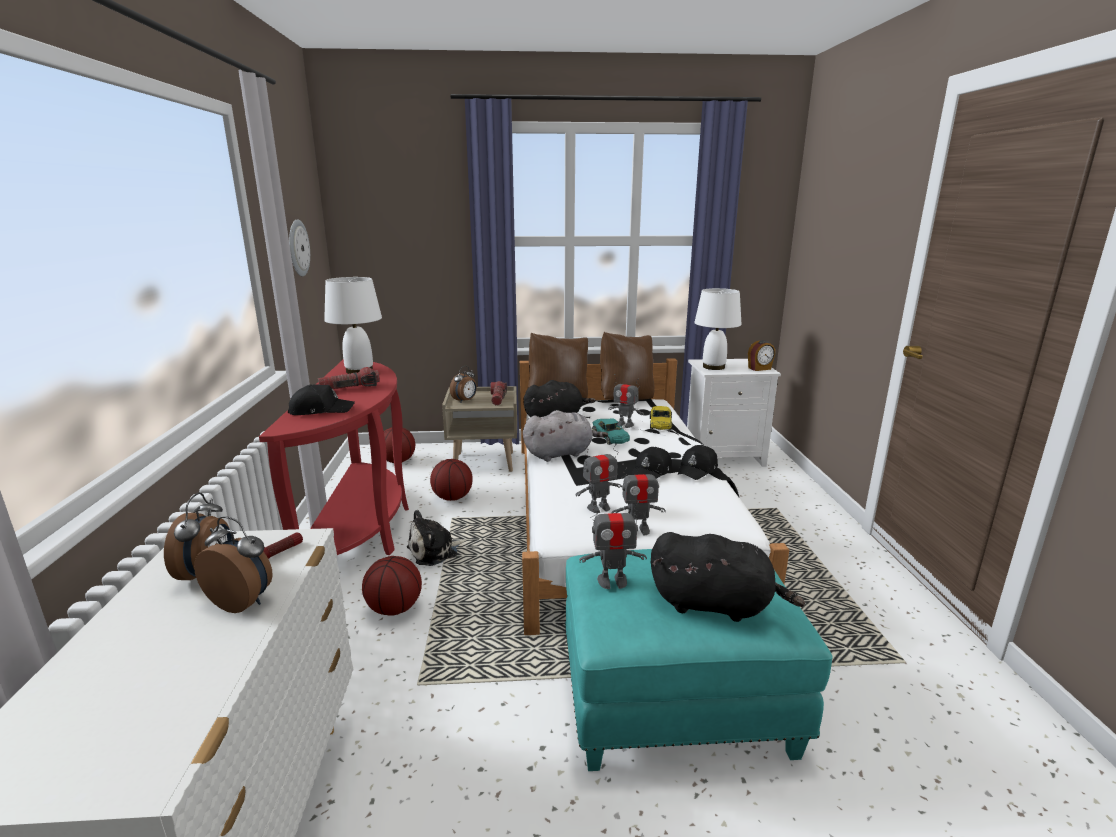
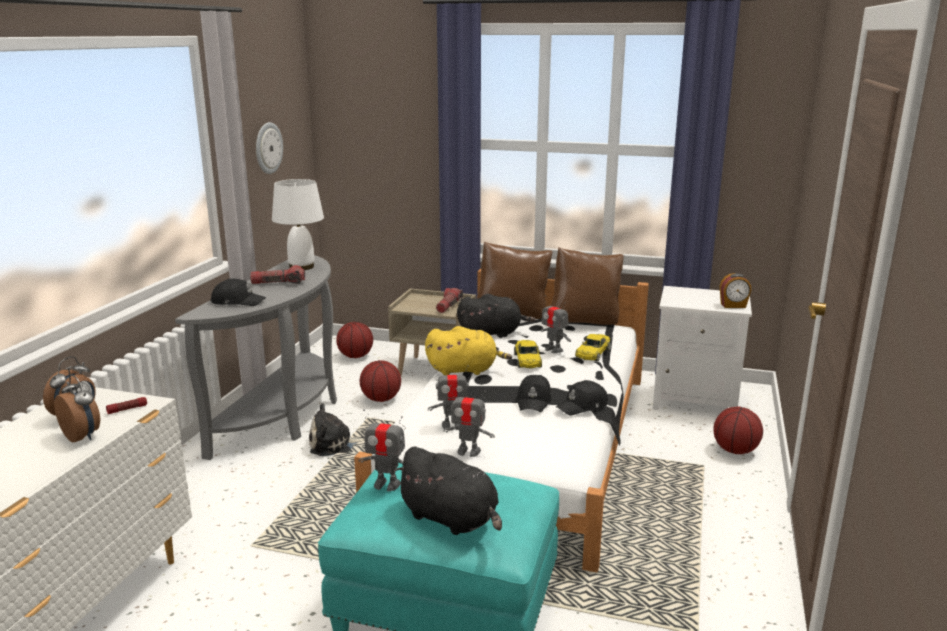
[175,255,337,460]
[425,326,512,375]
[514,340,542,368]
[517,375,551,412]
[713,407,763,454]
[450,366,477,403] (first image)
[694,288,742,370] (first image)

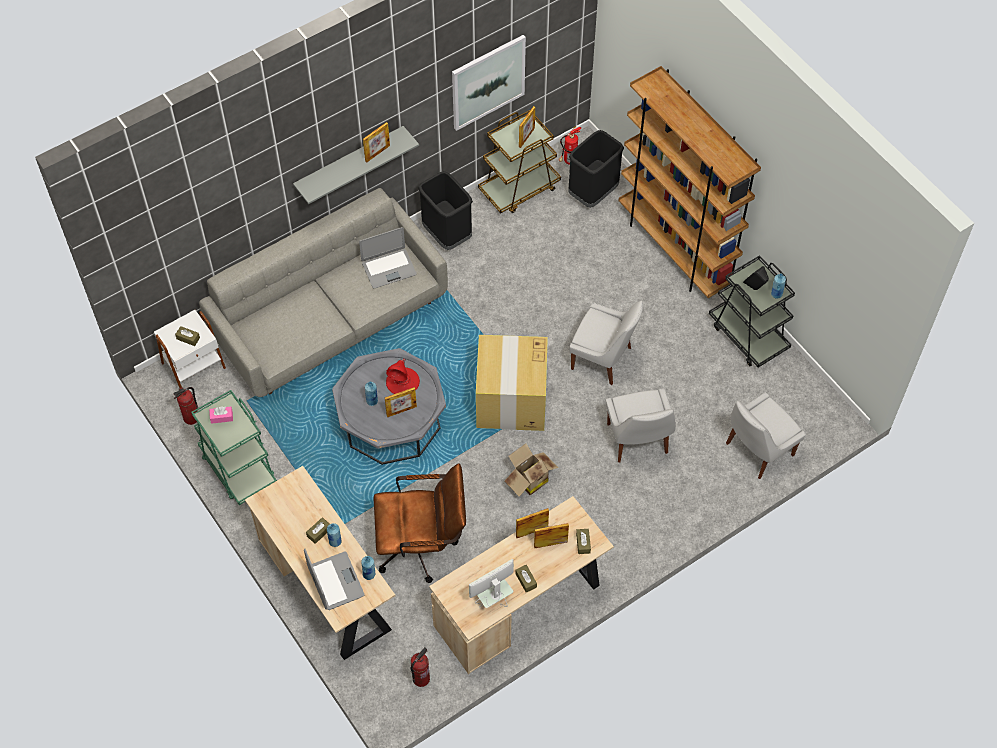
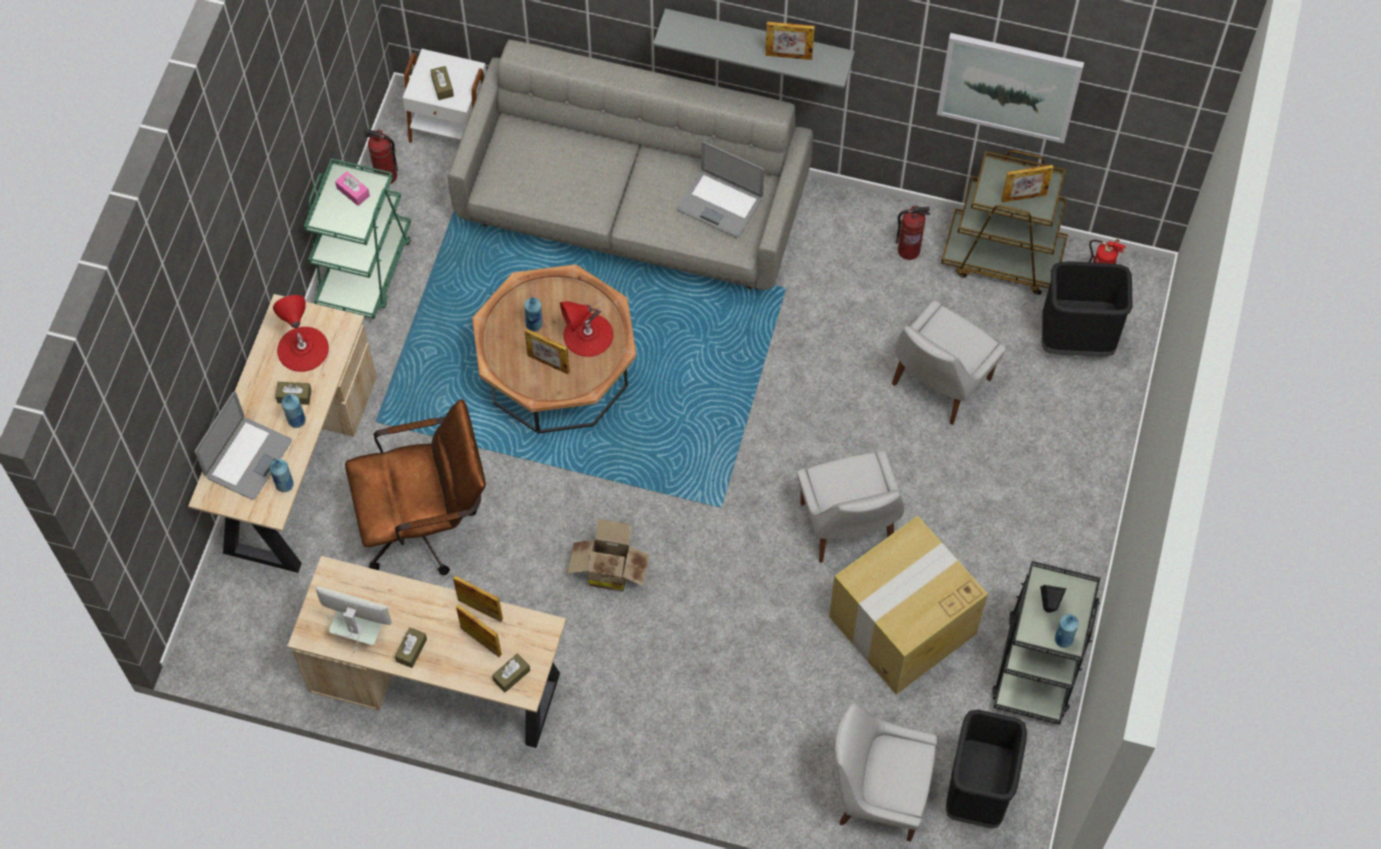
[273,295,329,372]
[345,399,486,575]
[472,264,636,434]
[829,516,988,694]
[892,300,1006,425]
[896,206,930,260]
[946,710,1027,828]
[619,66,761,298] (first image)

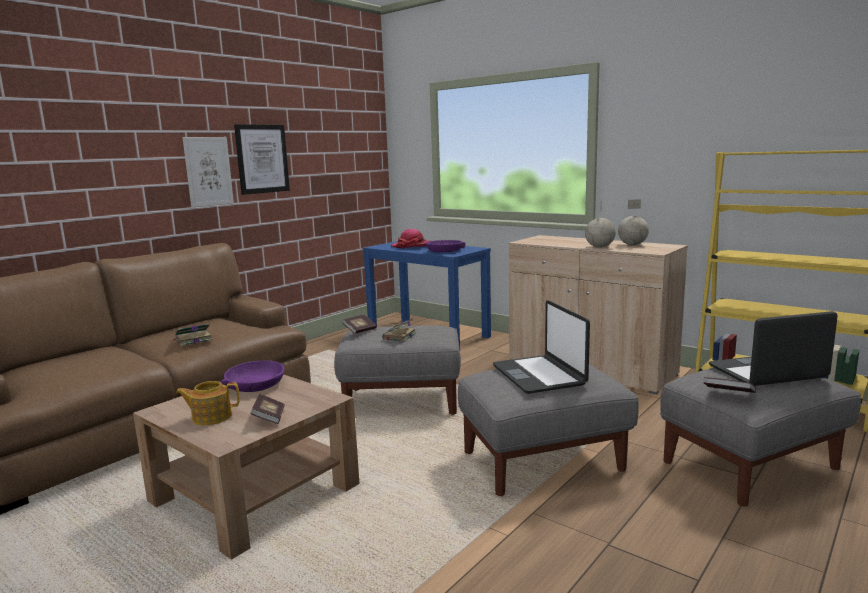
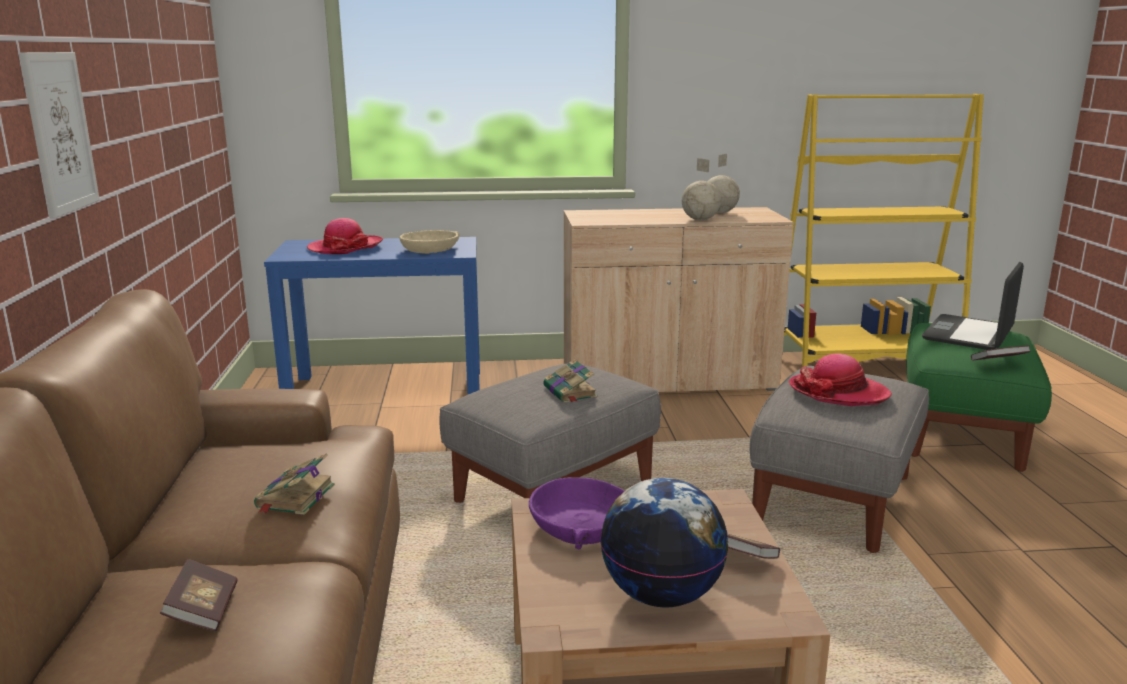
[160,559,238,631]
[400,230,459,254]
[600,478,729,608]
[789,354,892,406]
[906,323,1052,472]
[234,124,290,195] (first image)

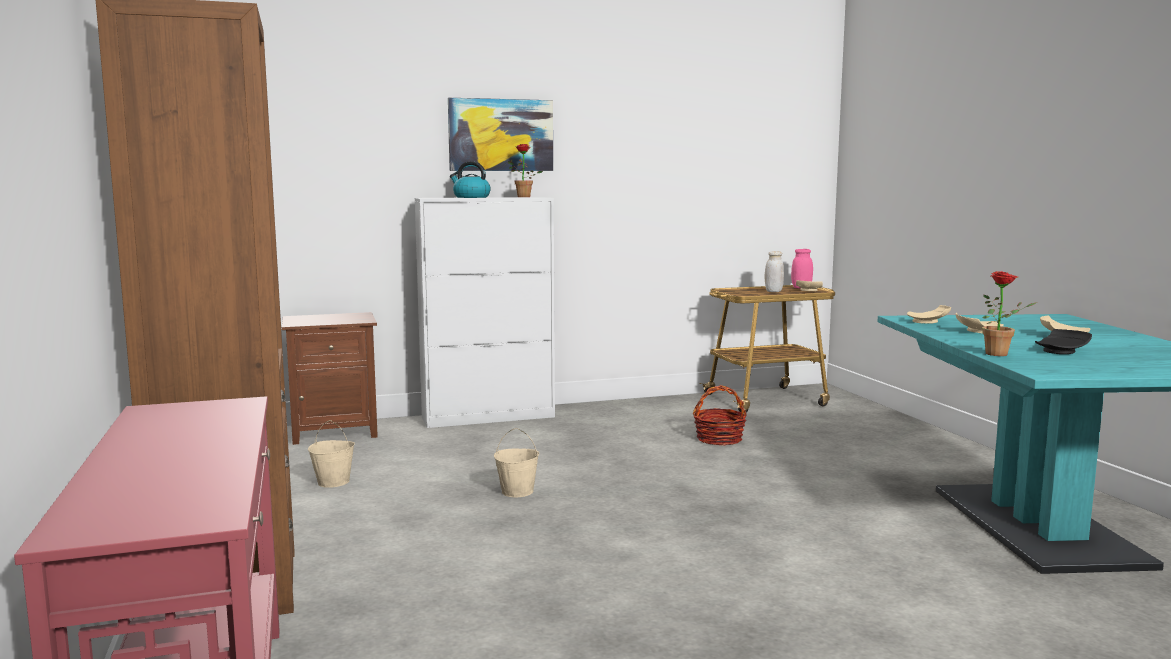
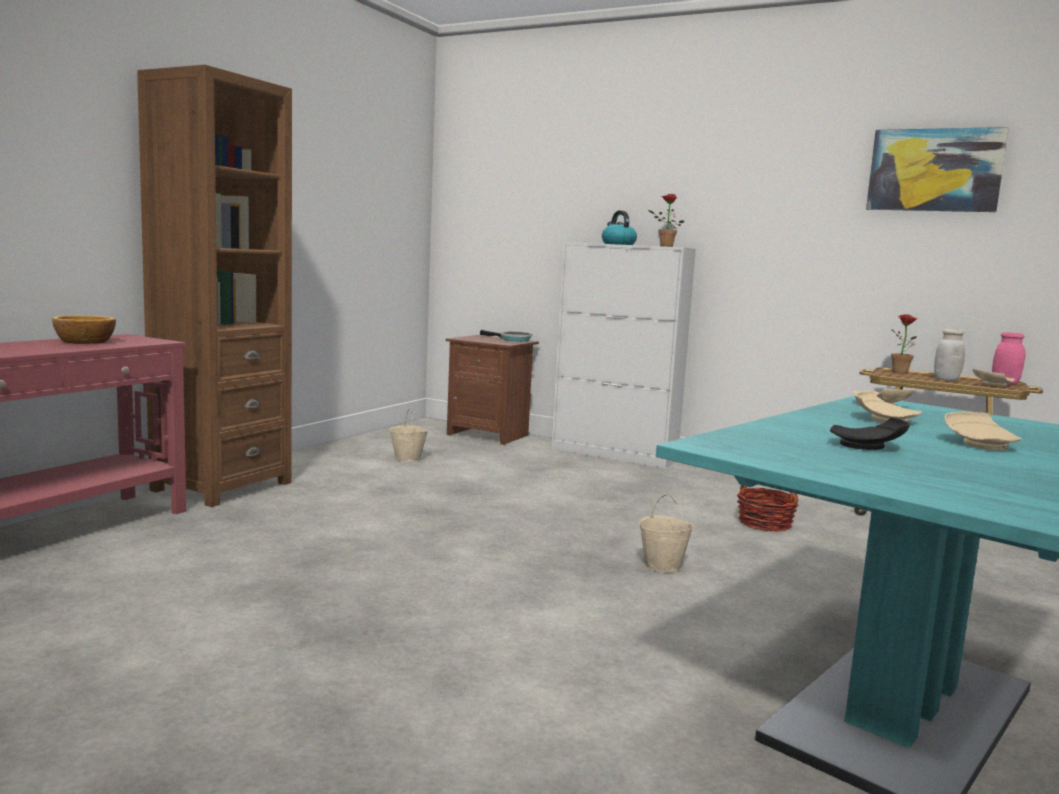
[52,315,116,344]
[480,330,532,342]
[639,494,694,572]
[866,127,1009,212]
[891,314,918,374]

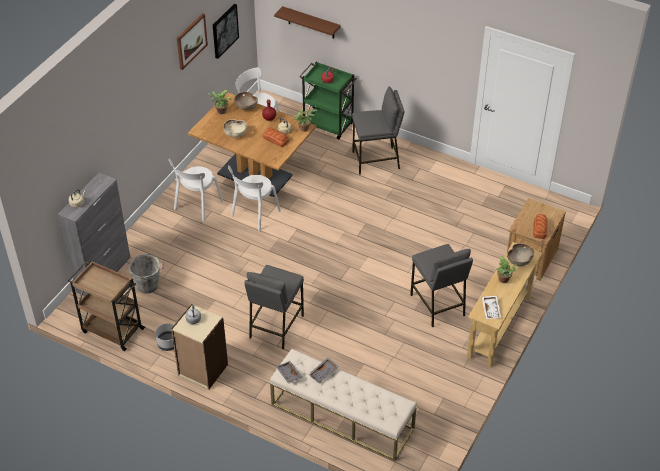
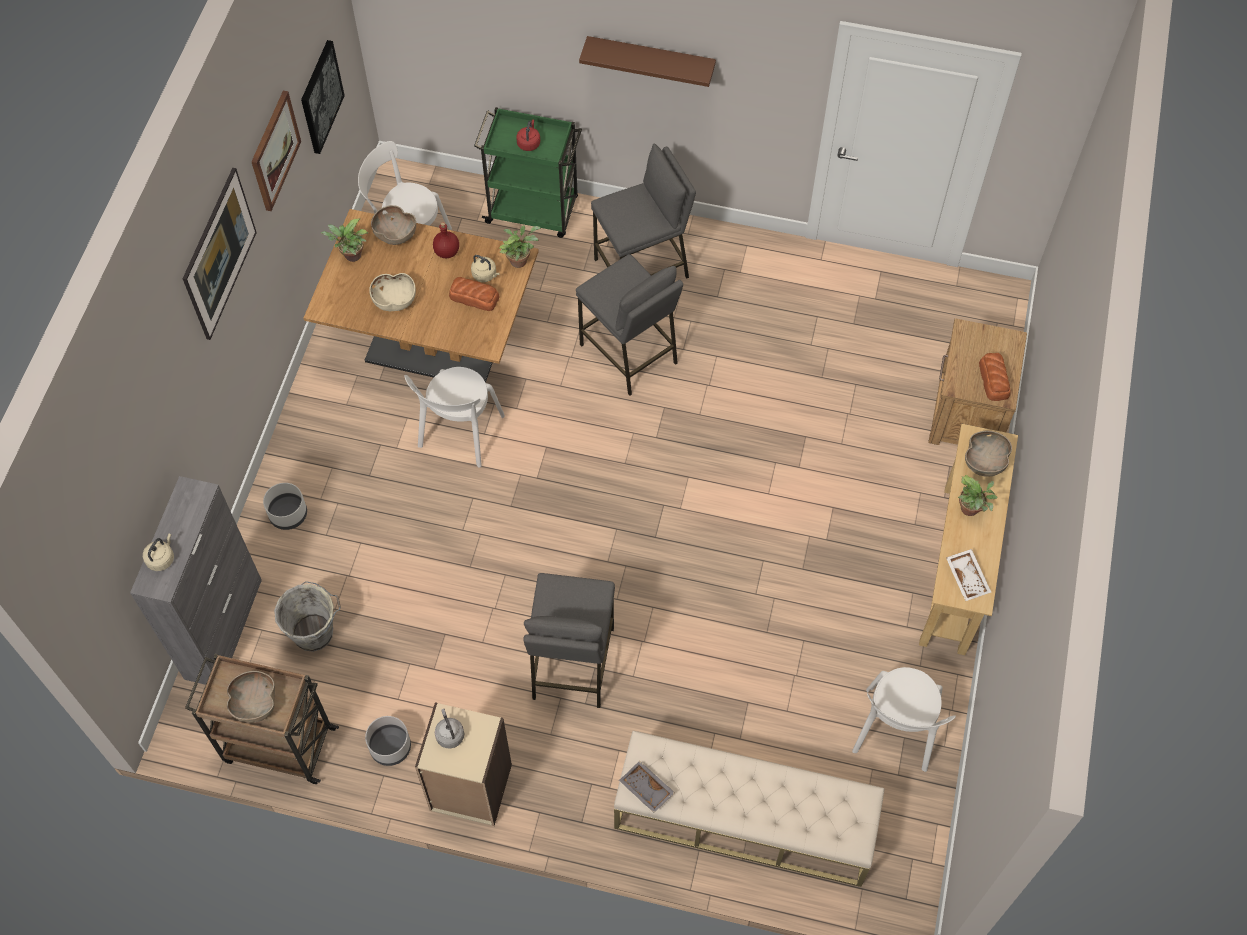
[183,168,257,340]
[227,671,275,723]
[263,483,307,530]
[576,254,683,396]
[579,36,716,87]
[852,667,956,772]
[308,357,338,384] (first image)

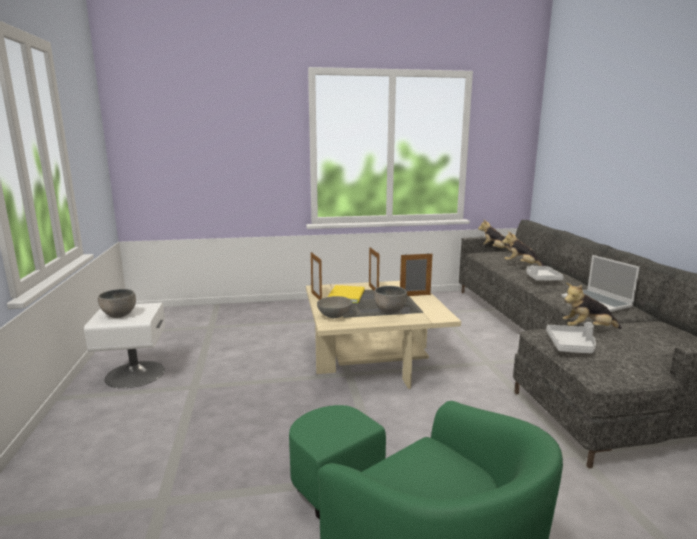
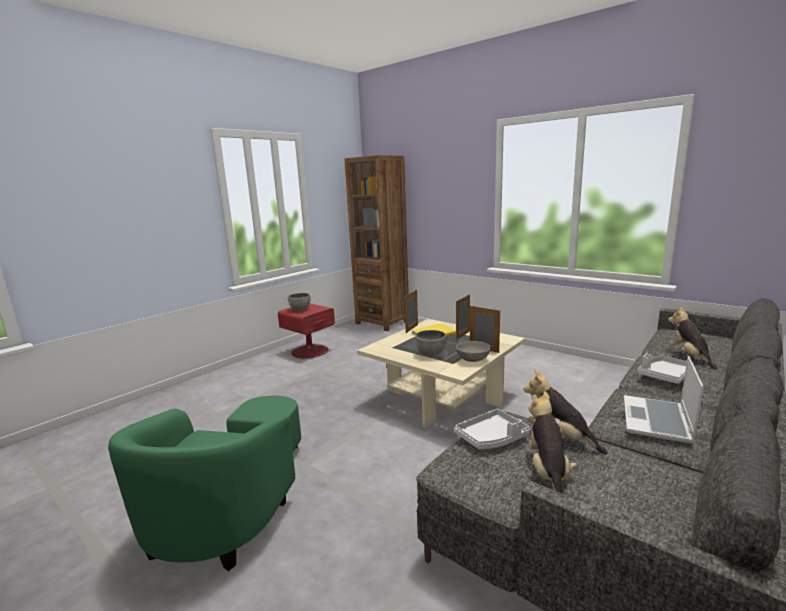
[278,303,335,358]
[345,155,409,331]
[456,341,491,362]
[529,391,577,494]

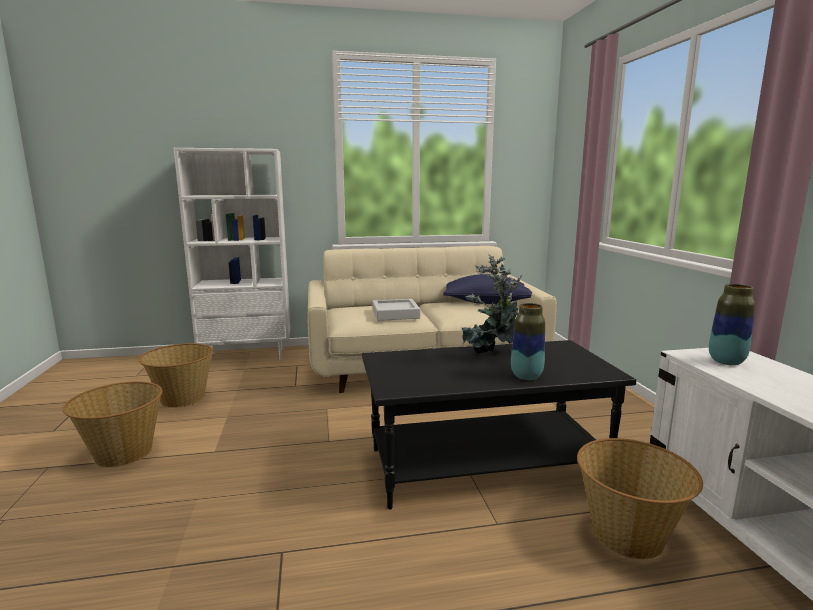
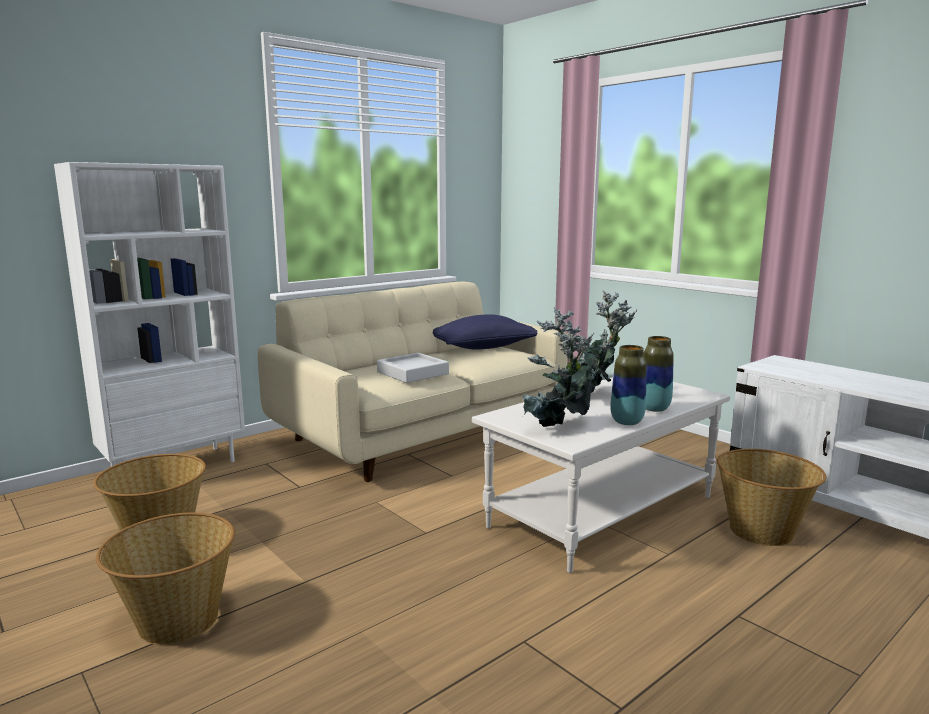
[472,377,730,573]
[523,307,594,427]
[610,345,646,425]

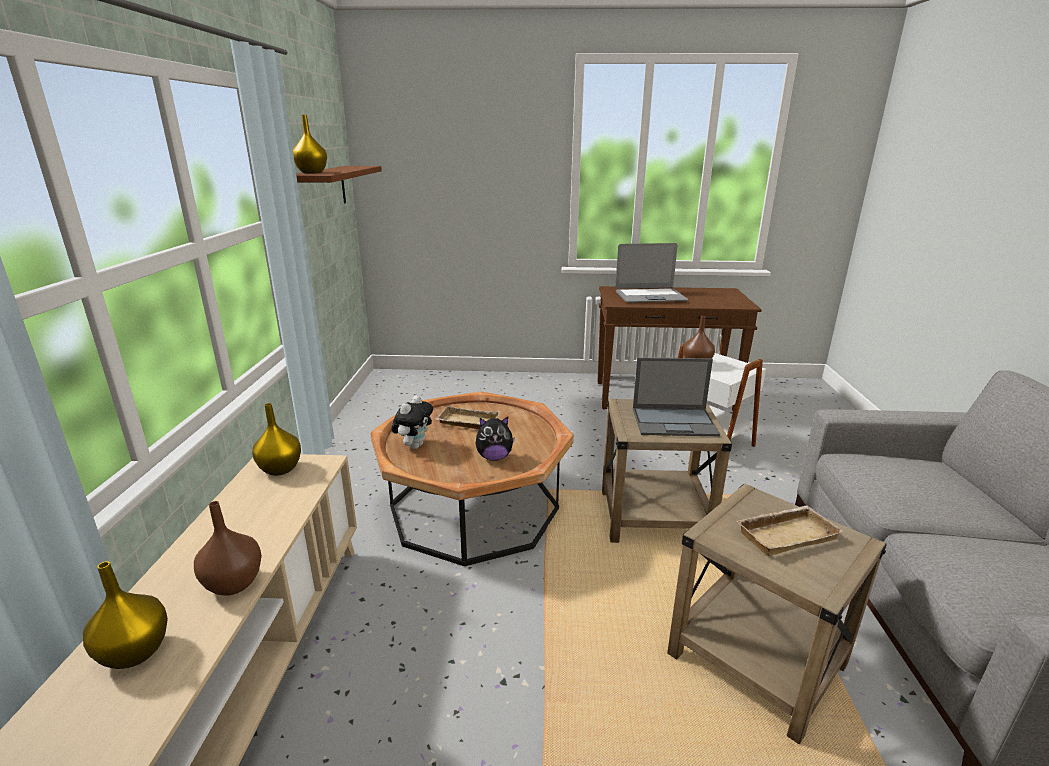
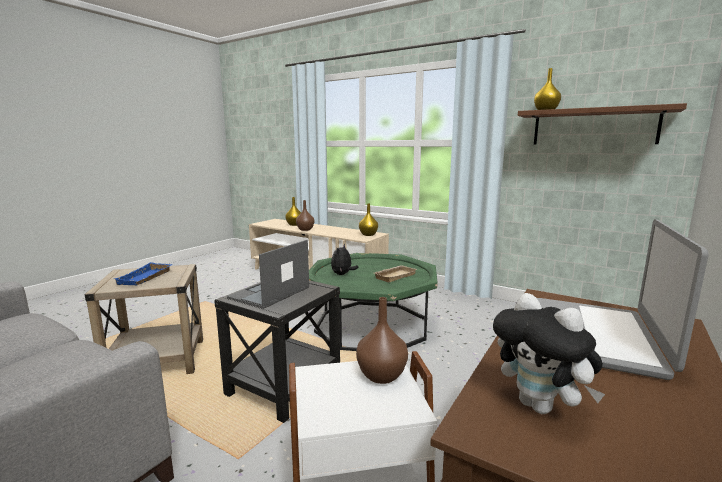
[115,262,172,285]
[214,280,340,423]
[309,253,437,351]
[493,293,605,414]

